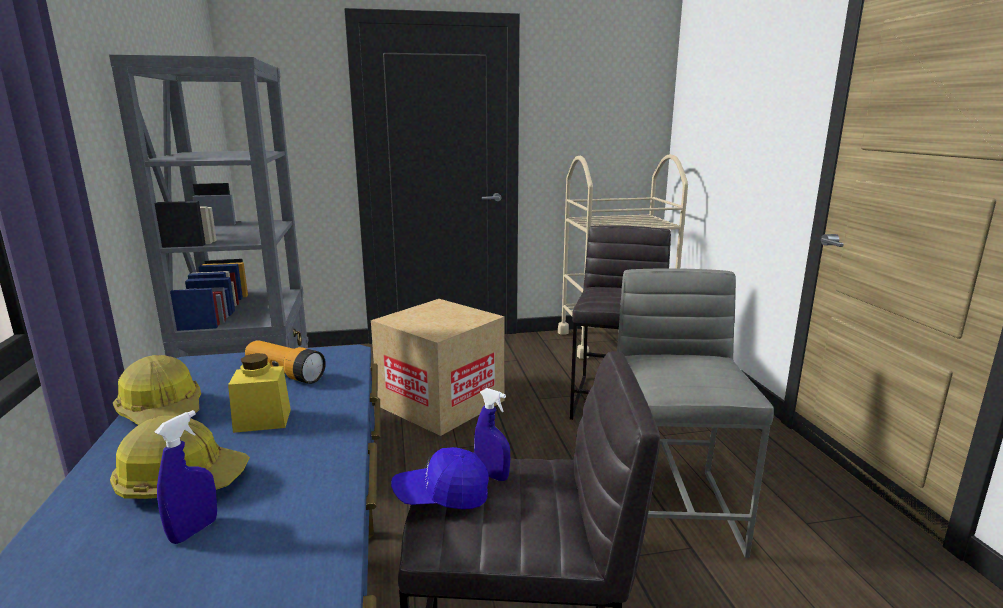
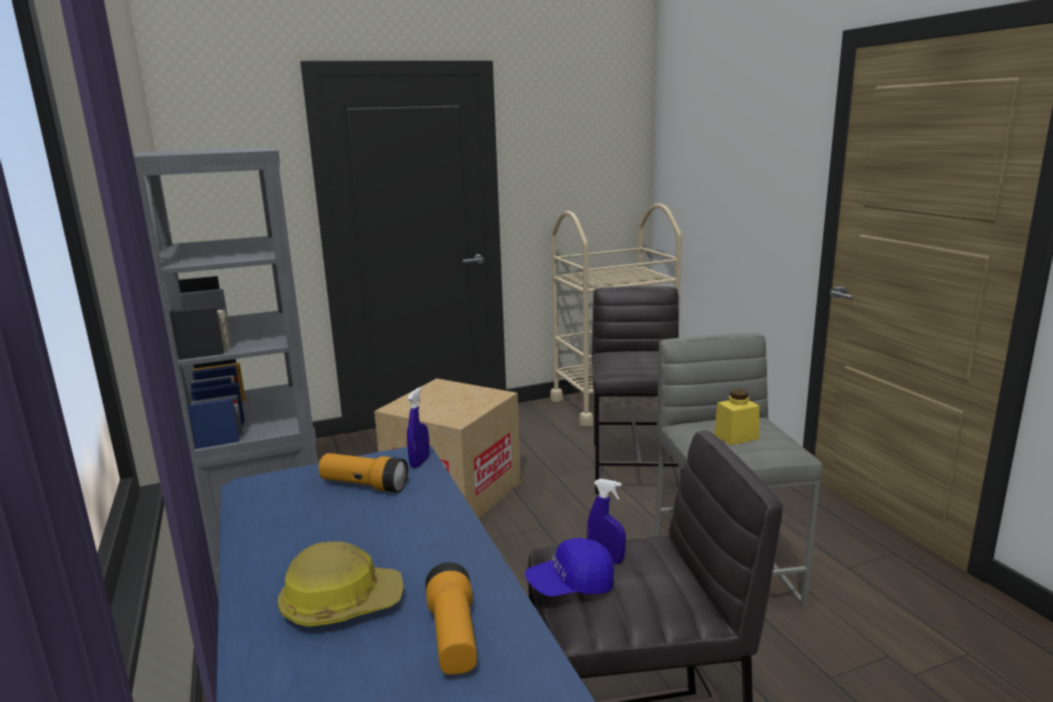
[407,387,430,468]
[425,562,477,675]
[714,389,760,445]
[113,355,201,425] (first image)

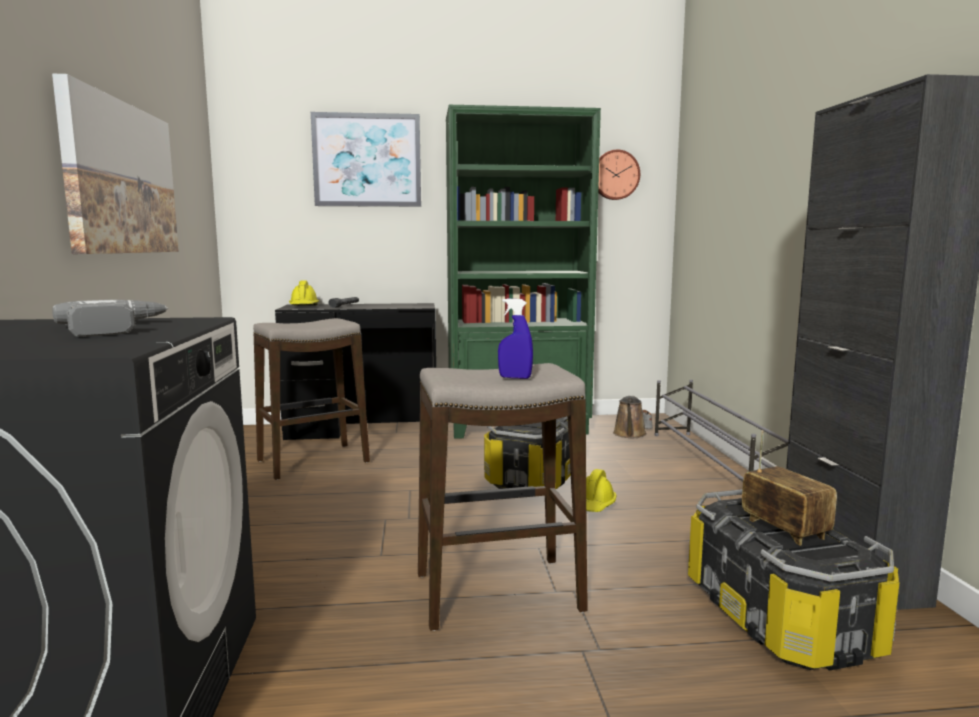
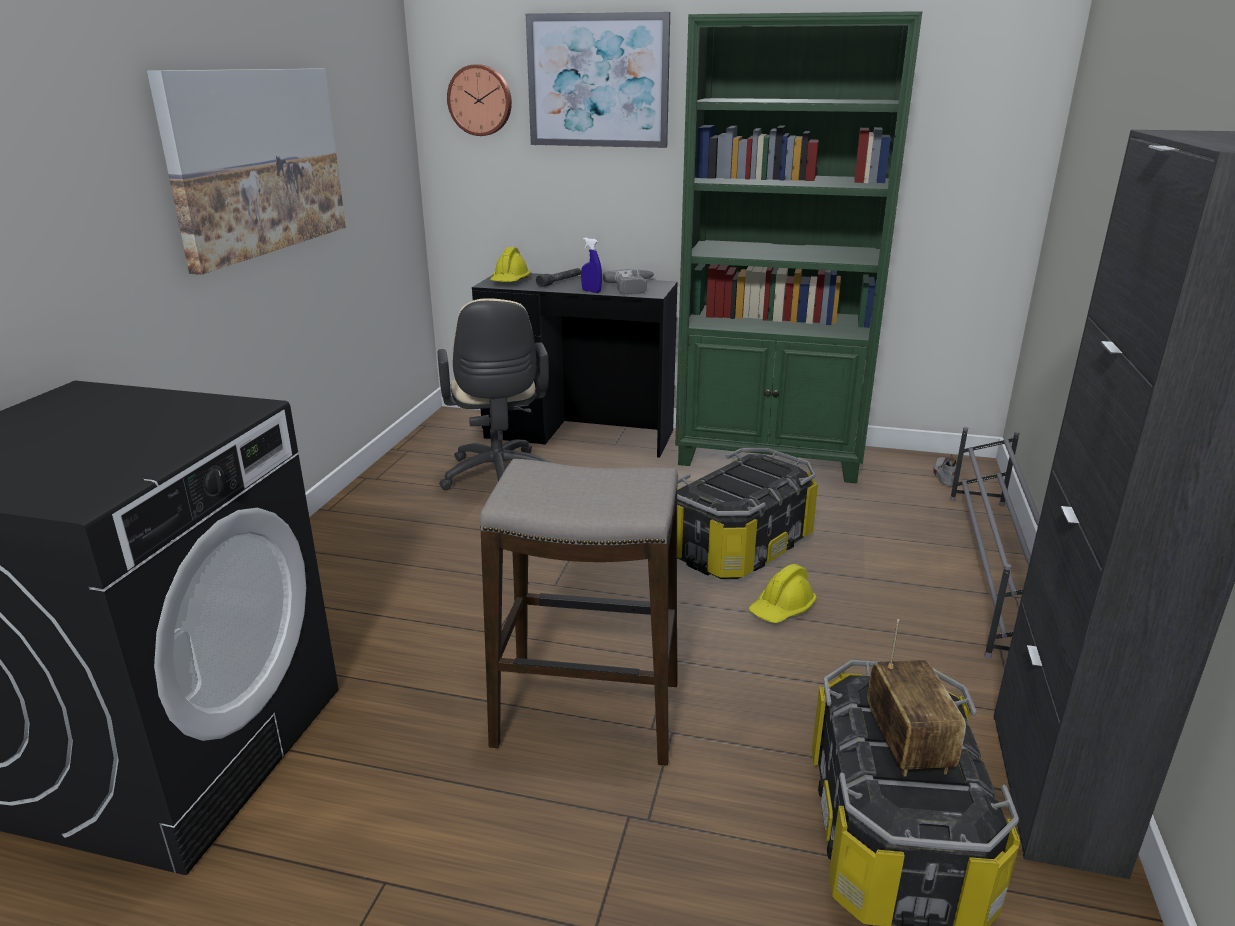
[438,298,552,490]
[447,64,512,136]
[581,238,602,293]
[603,269,654,294]
[613,396,647,438] (first image)

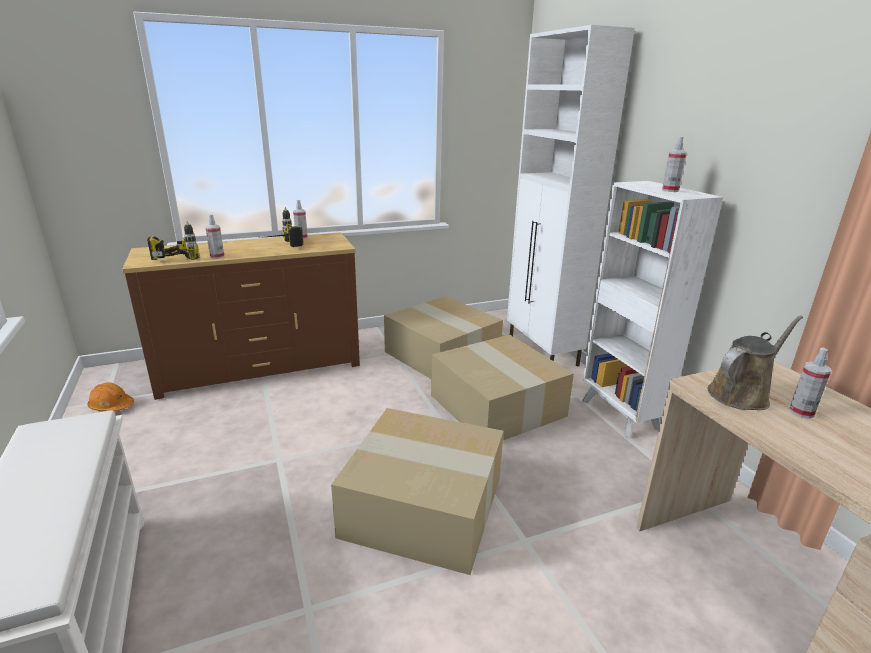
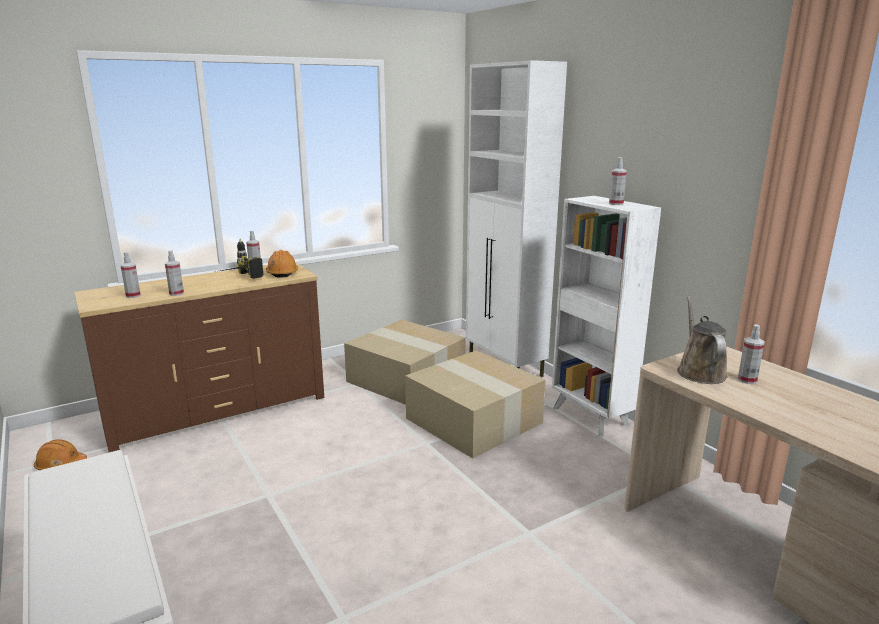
[120,252,141,298]
[266,250,298,278]
[677,296,728,384]
[331,408,504,575] (first image)

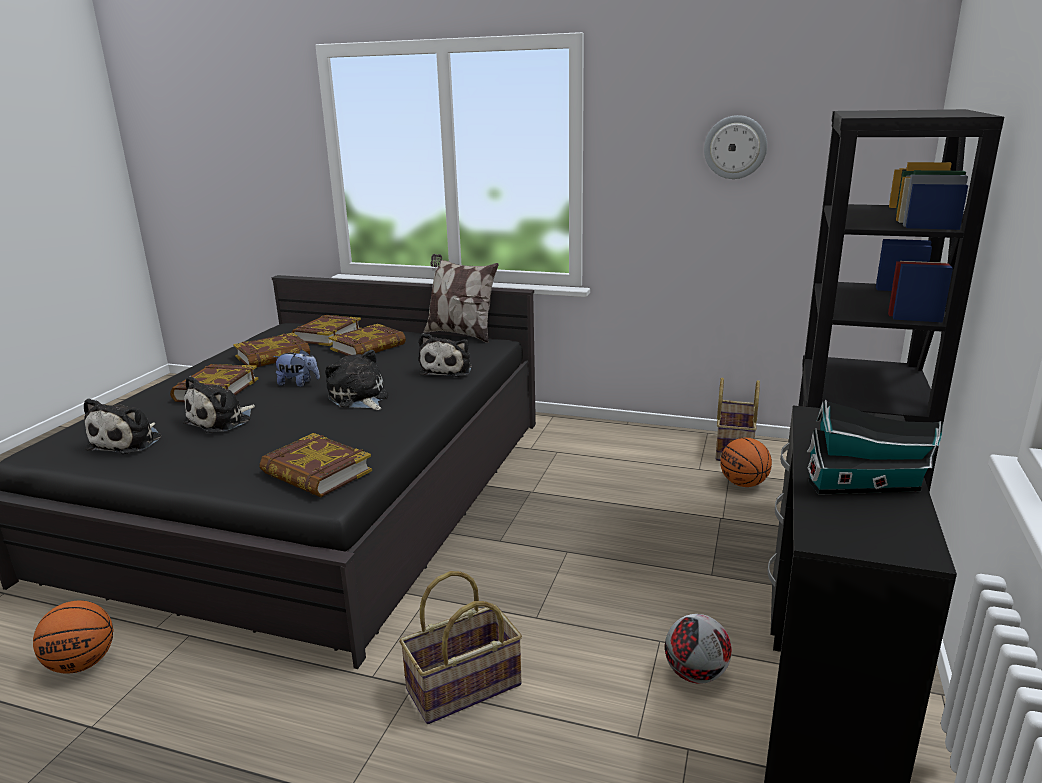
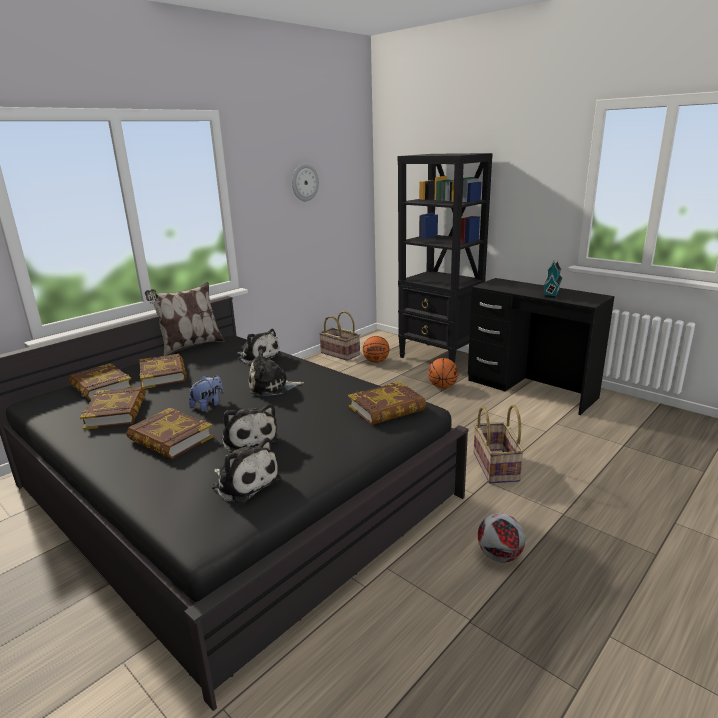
[428,358,458,388]
[478,513,525,562]

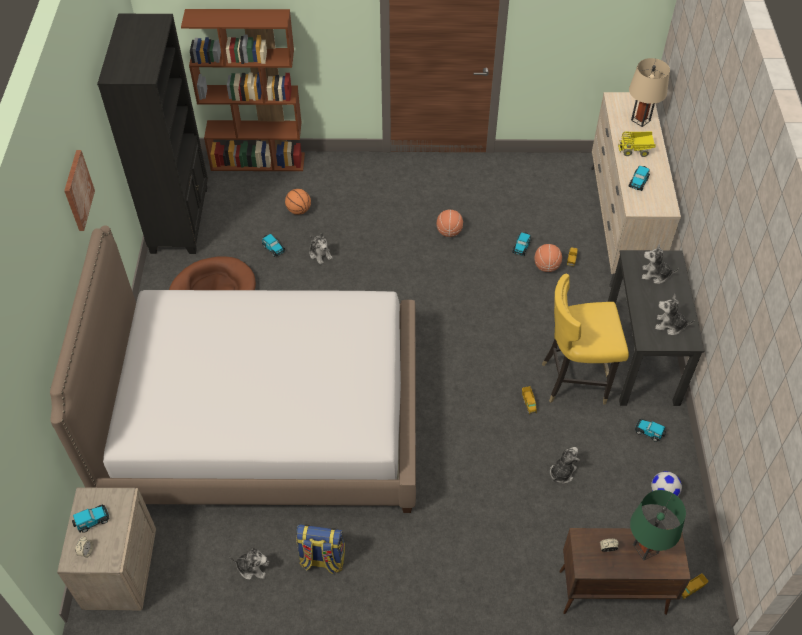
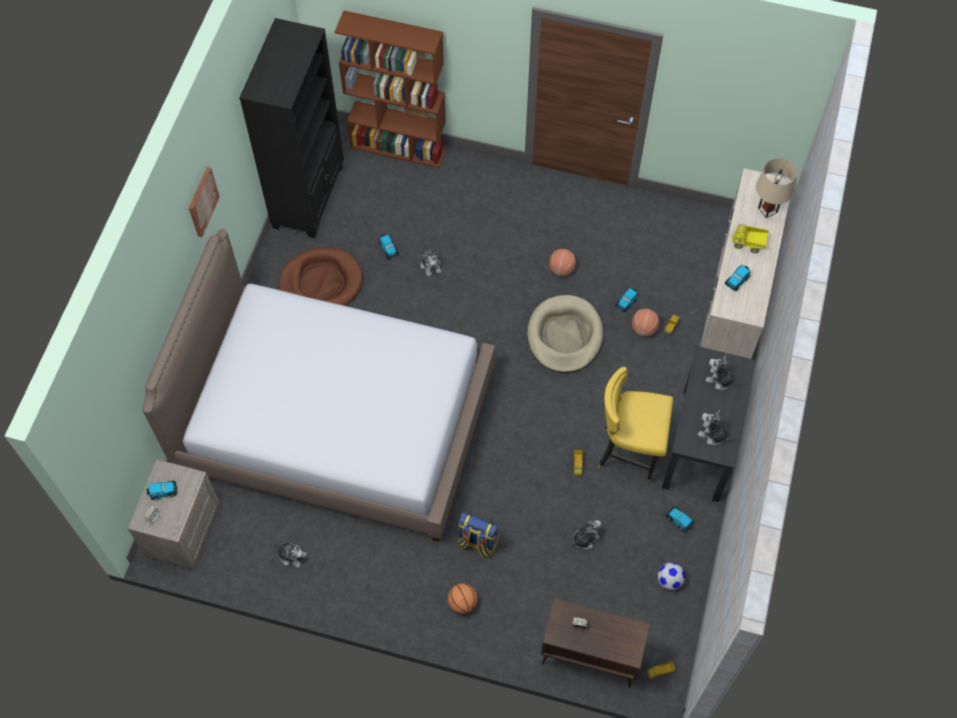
[448,583,478,614]
[458,512,499,557]
[527,295,603,373]
[630,490,686,561] (first image)

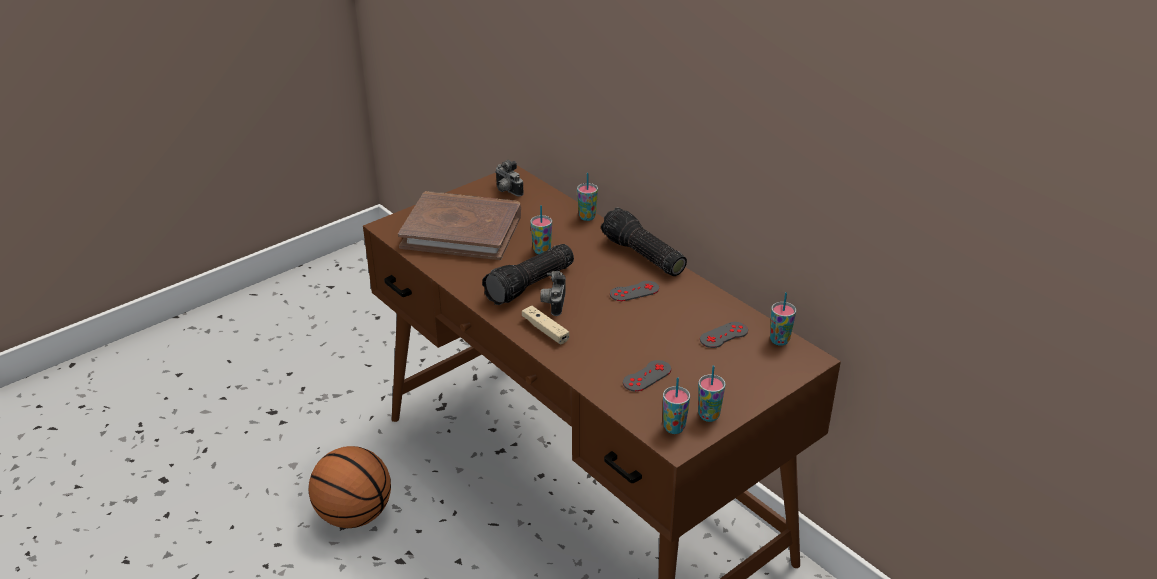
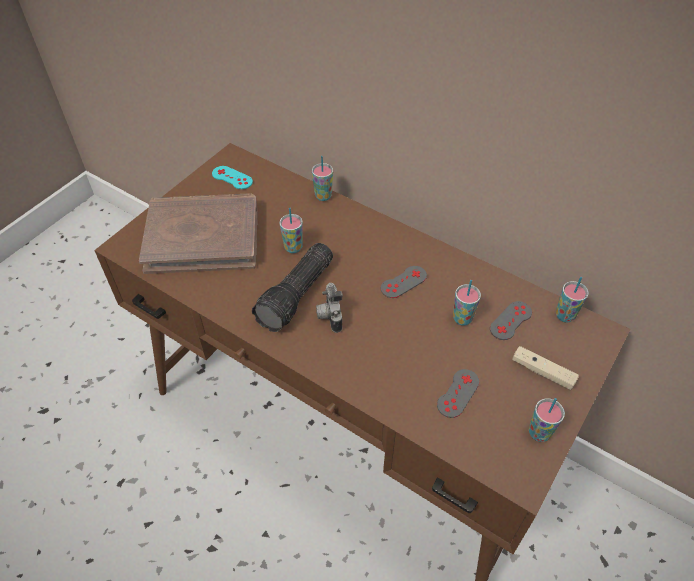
[212,166,253,189]
[453,280,481,326]
[512,346,579,390]
[309,446,391,528] (first image)
[601,208,687,276] (first image)

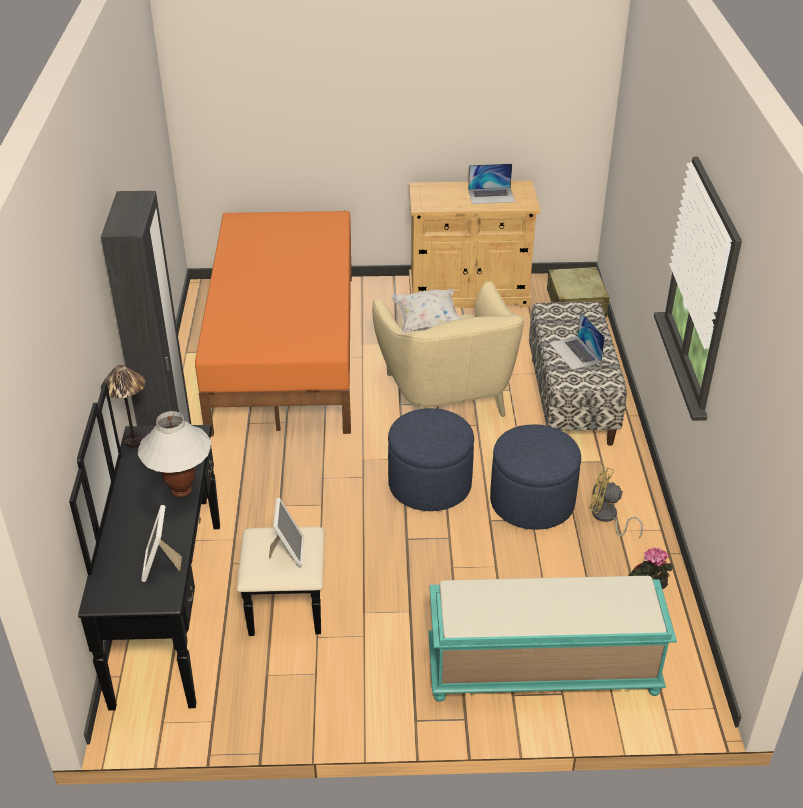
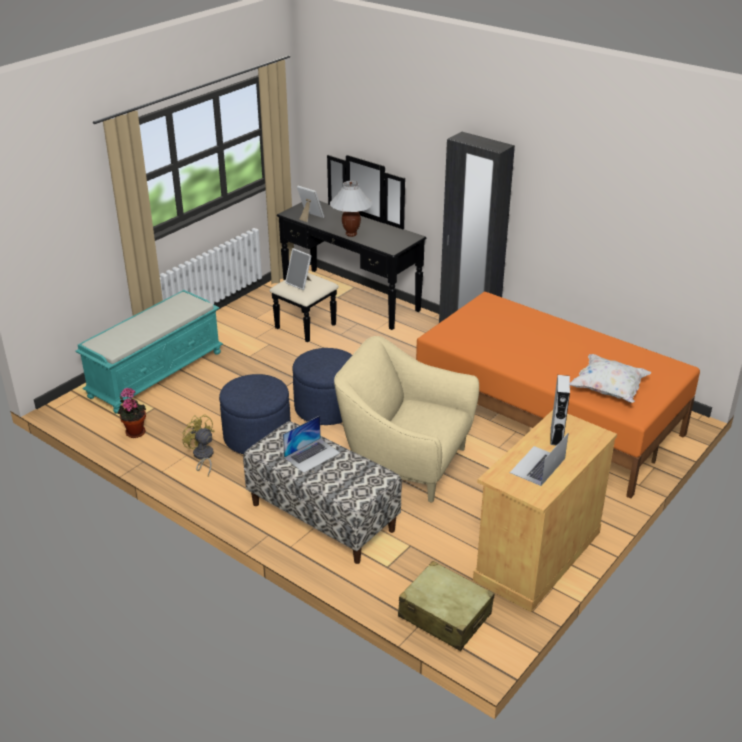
[183,415,215,476]
[283,416,340,473]
[550,375,570,446]
[570,354,651,403]
[101,365,145,448] (first image)

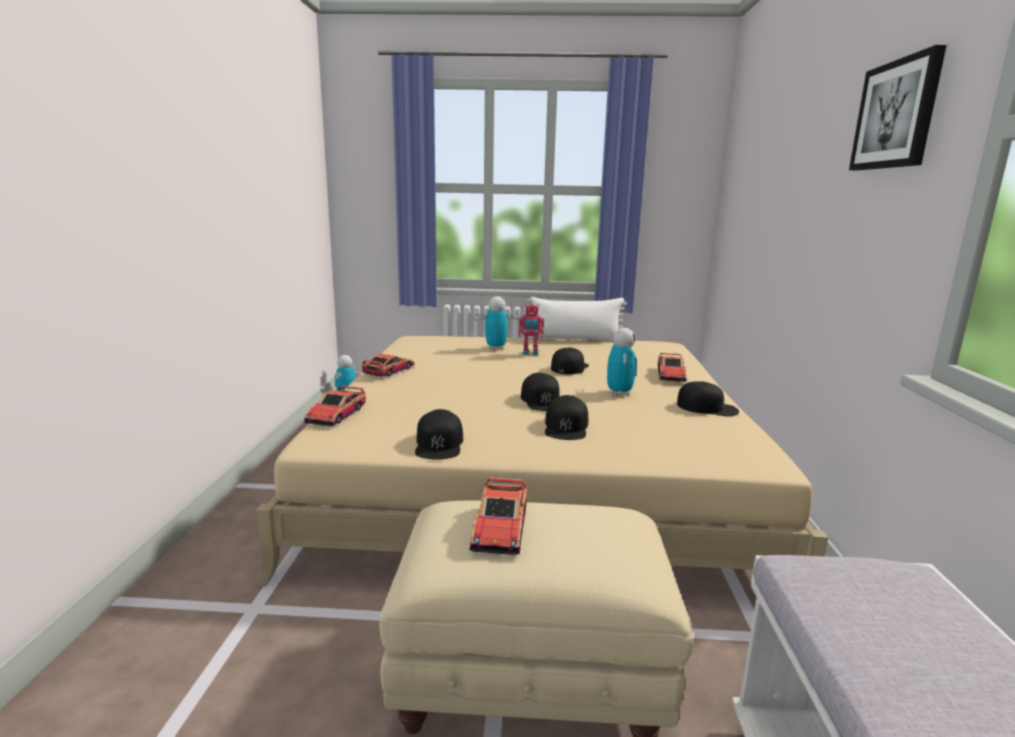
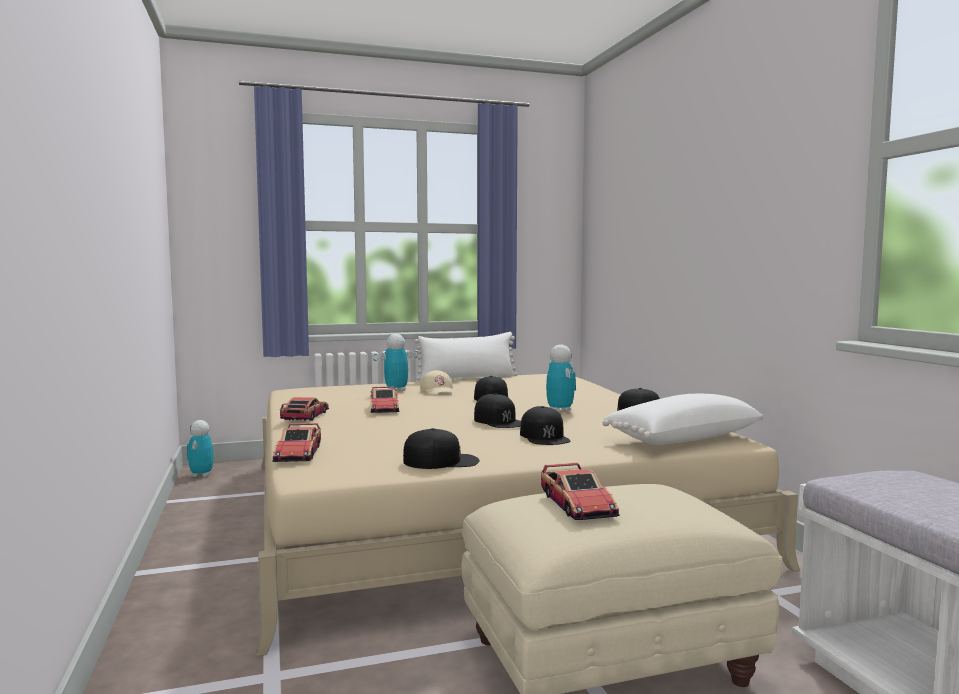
[371,387,399,413]
[403,428,480,469]
[420,370,454,395]
[602,394,763,445]
[849,45,947,170] (first image)

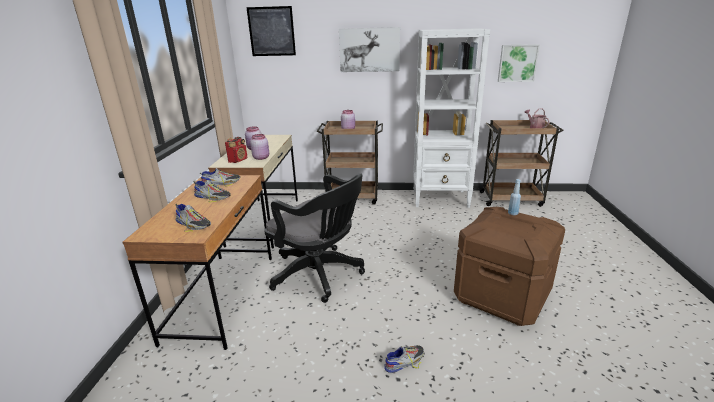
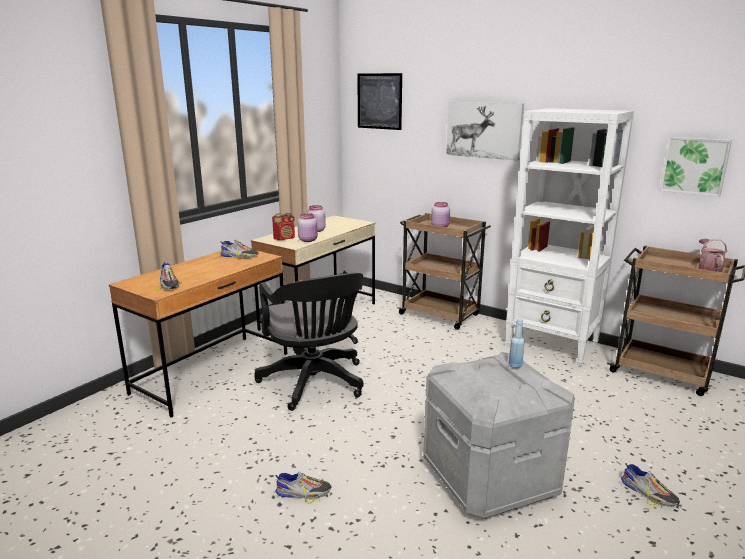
[423,352,575,519]
[621,463,680,507]

